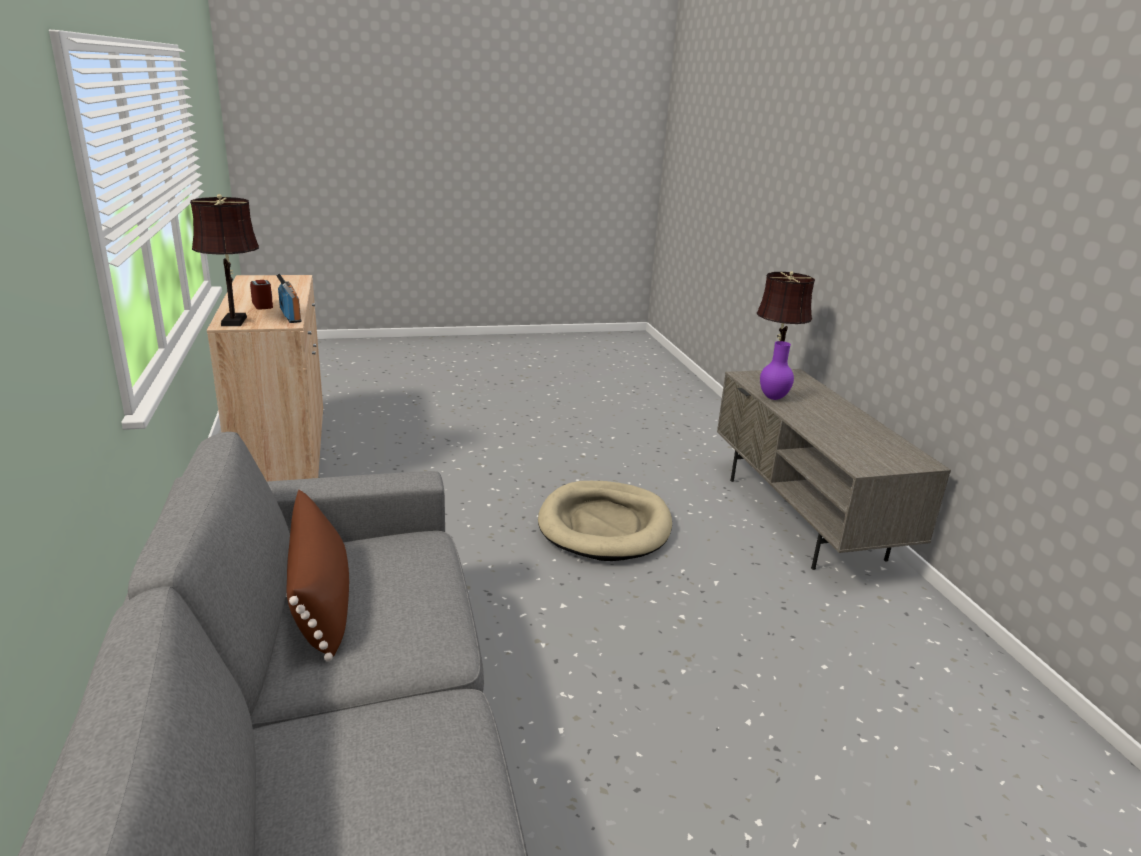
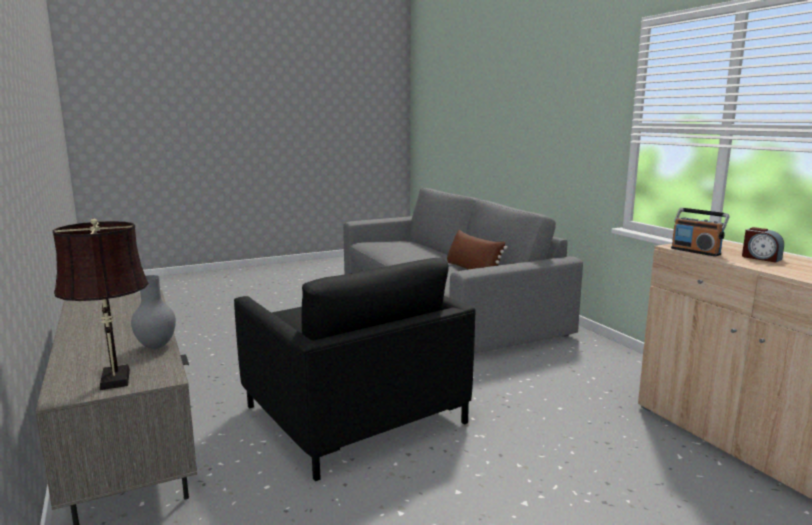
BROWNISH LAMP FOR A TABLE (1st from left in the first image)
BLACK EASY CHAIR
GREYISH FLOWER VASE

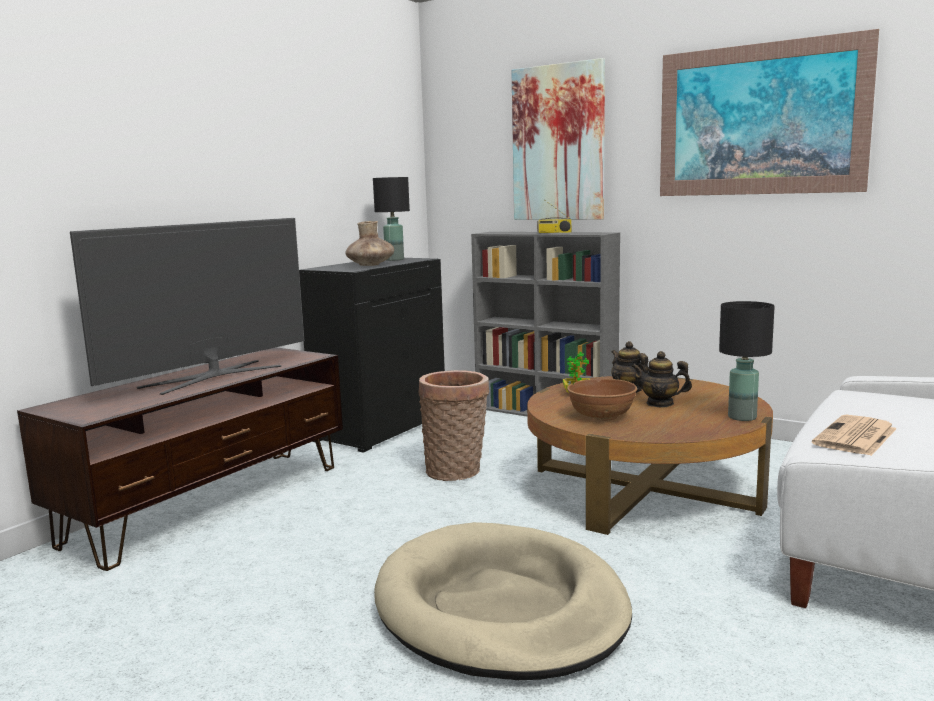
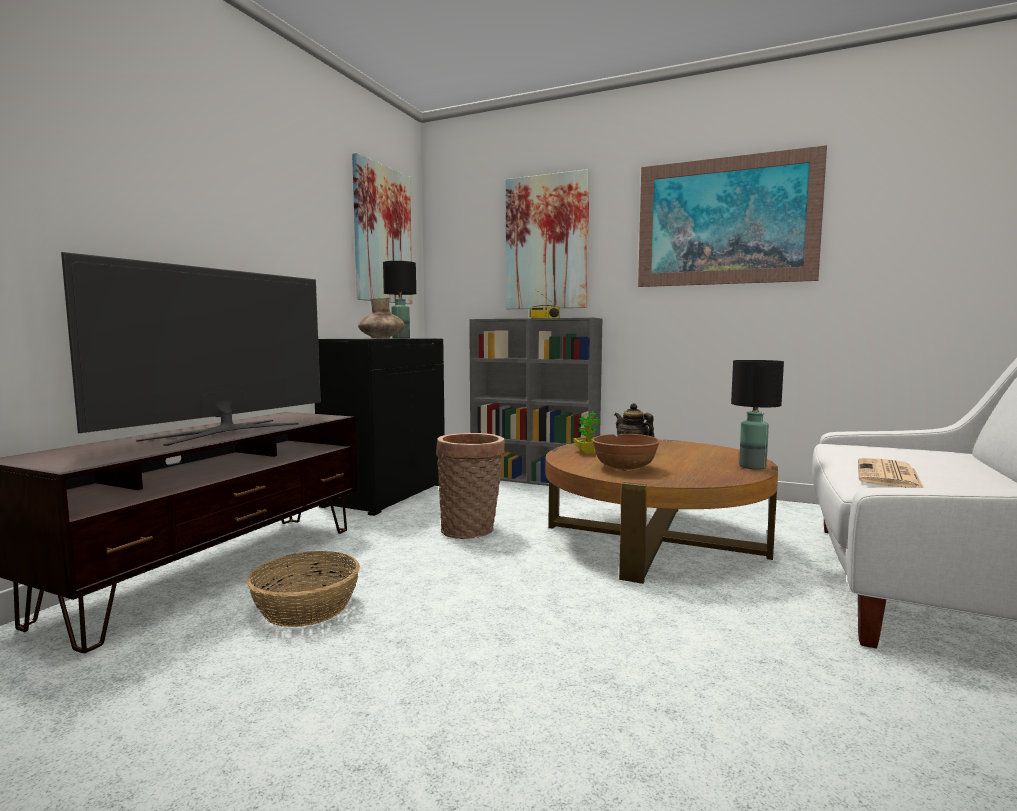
BEIGE-COLOURED DOG BED
TEAPOT (2nd from left in the first image)
STORAGE BASKET (1st from left)
WALL PICTURE (1st from left)

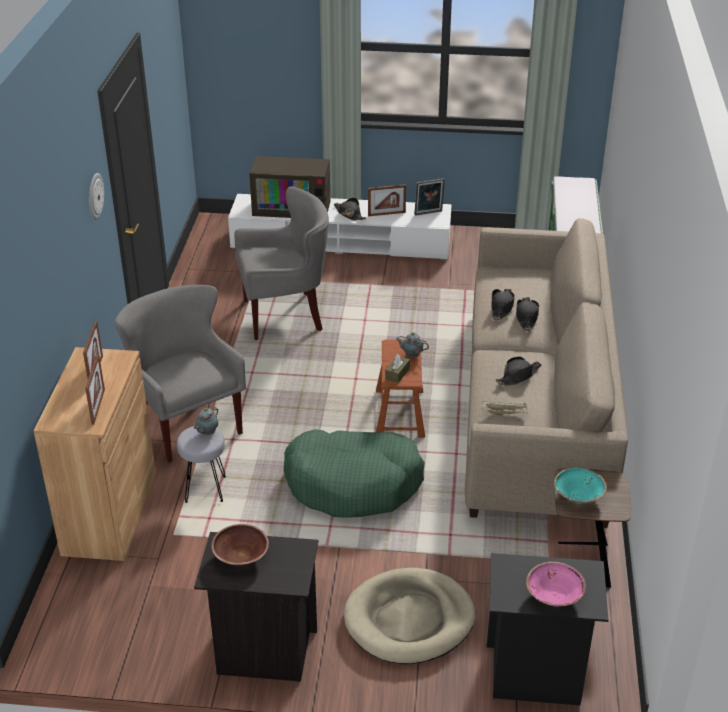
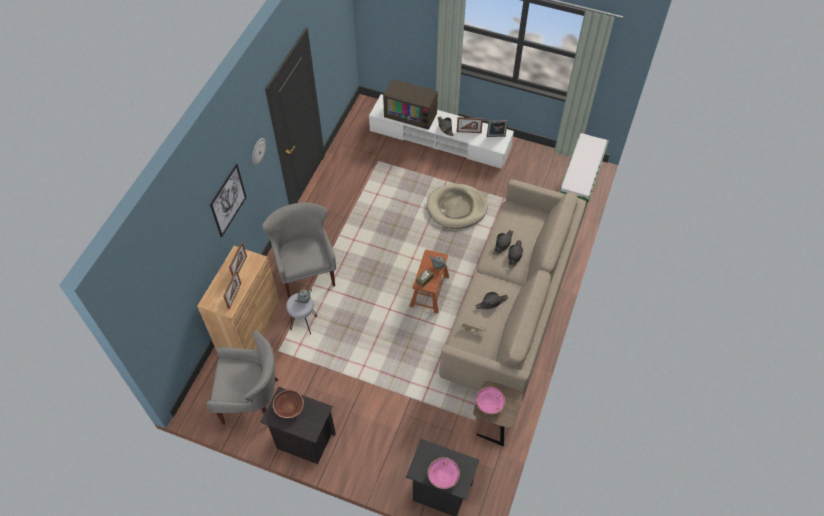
GREEN DOG BED
WALL PICTURE
GREYISH EASY CHAIR (1st from left)
BEIGE-COLOURED DOG BED
PINK SERVING BOWL (2nd from left)

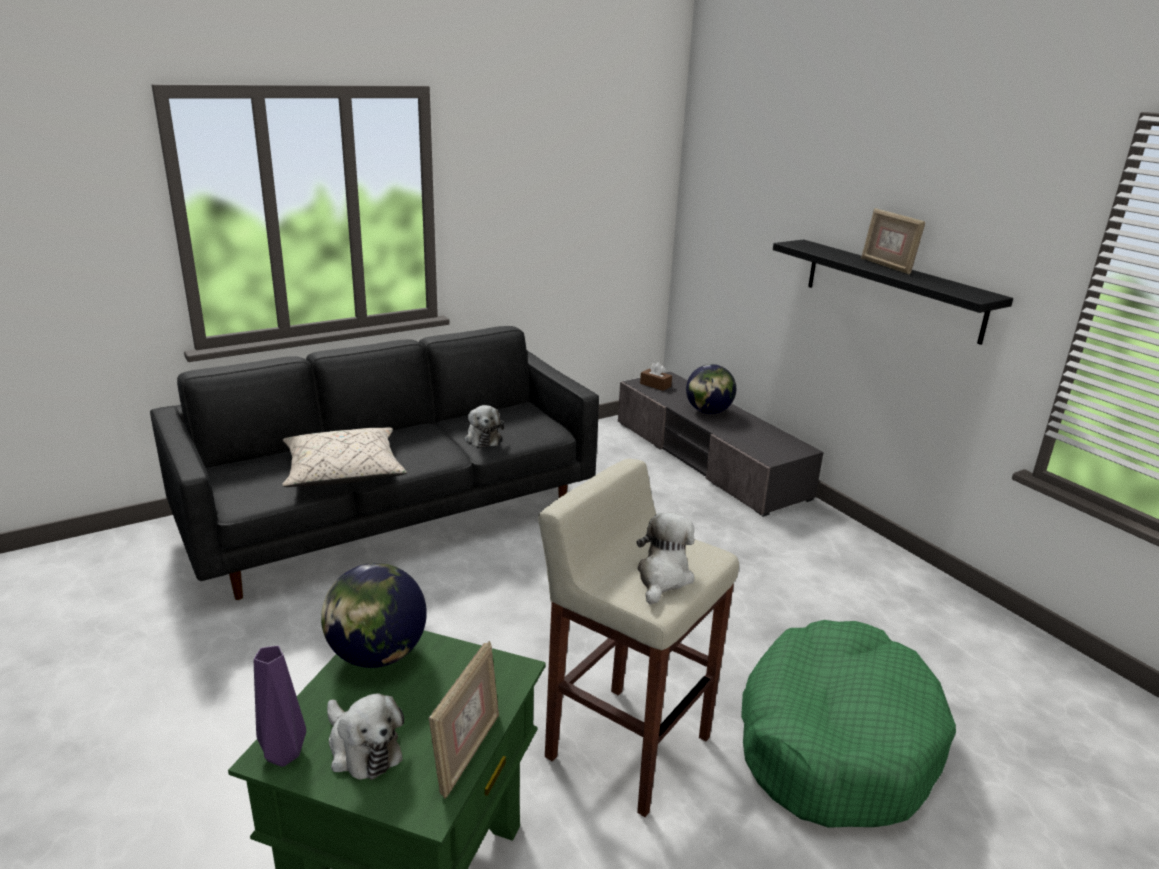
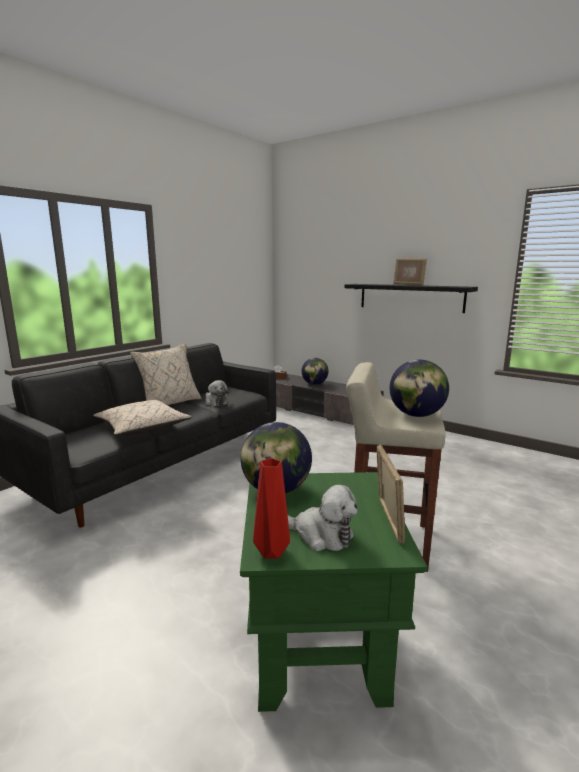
GREEN DOG BED
BEIGE-COLOURED CUSHION (2nd from left)
GLOBE (3rd from left)
RED-COLOURED FLOWER VASE

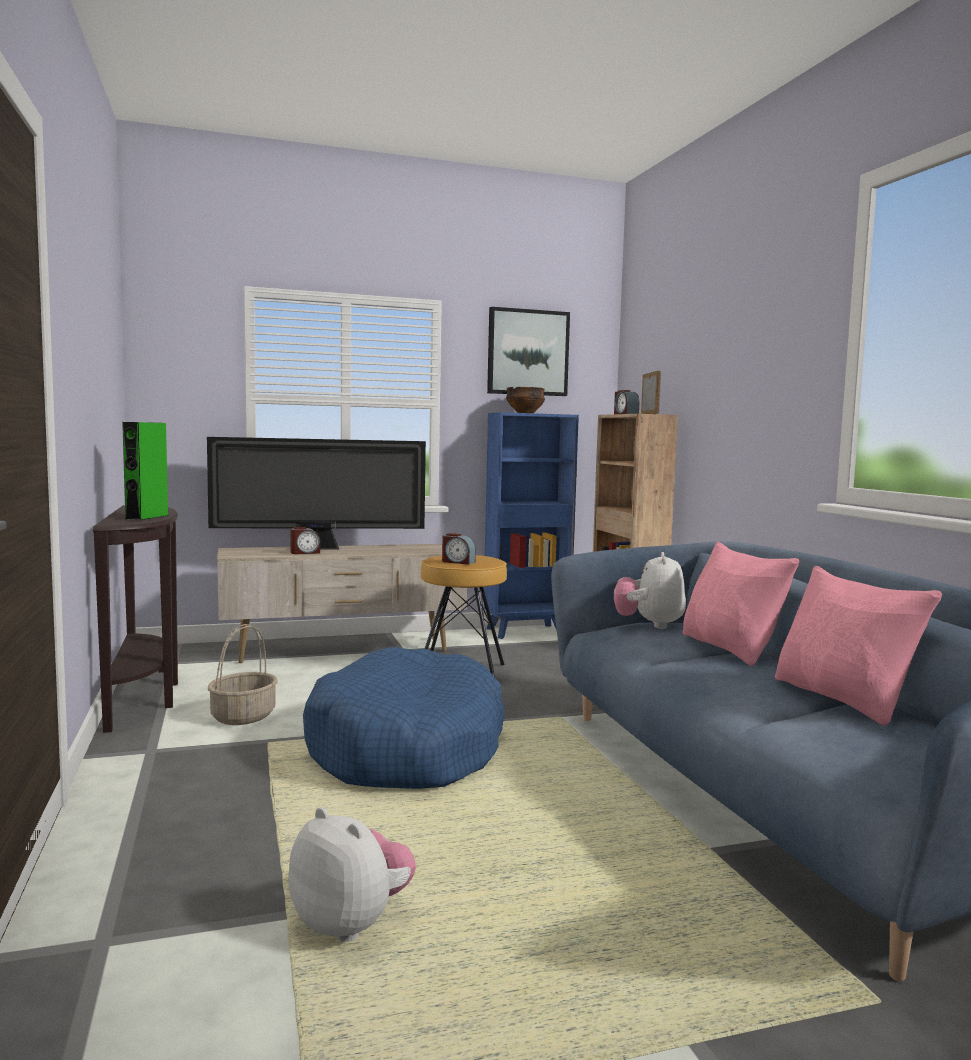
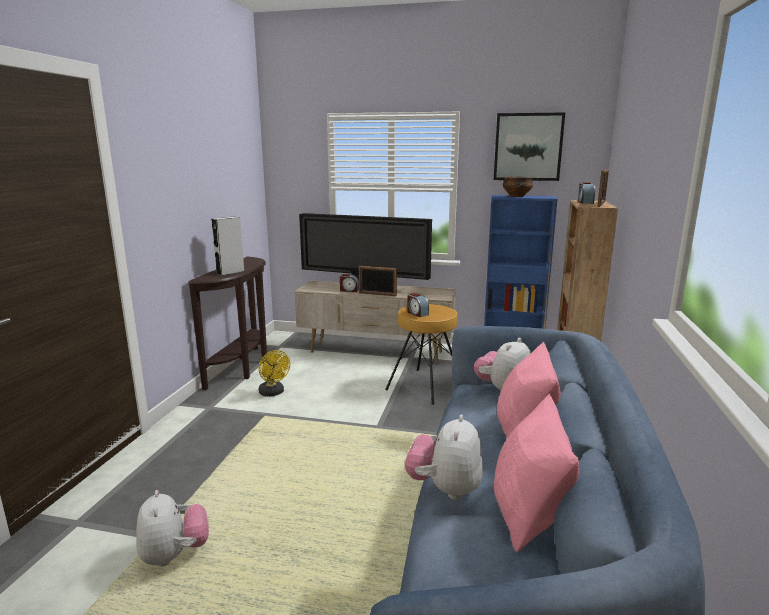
BLUE DOG BED
PICTURE FRAME (1st from left)
CUDDLY TOY (2nd from left)
YELLOW-COLOURED FAN
GREYISH AUDIO SPEAKER

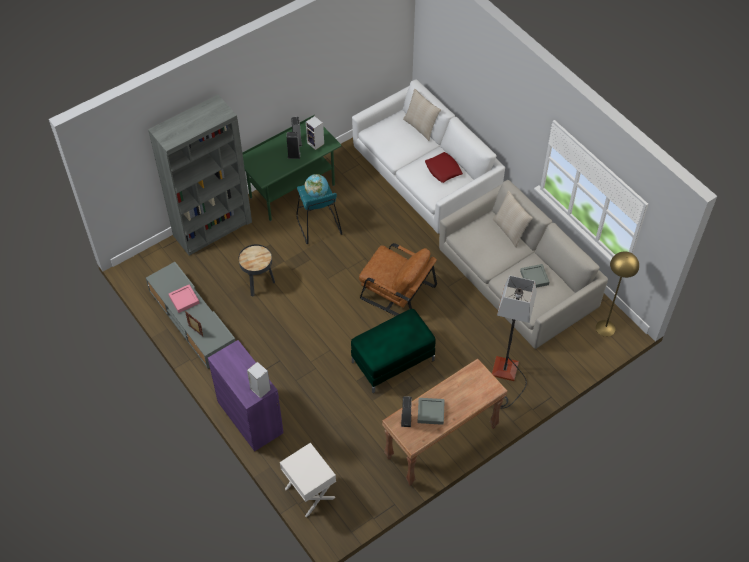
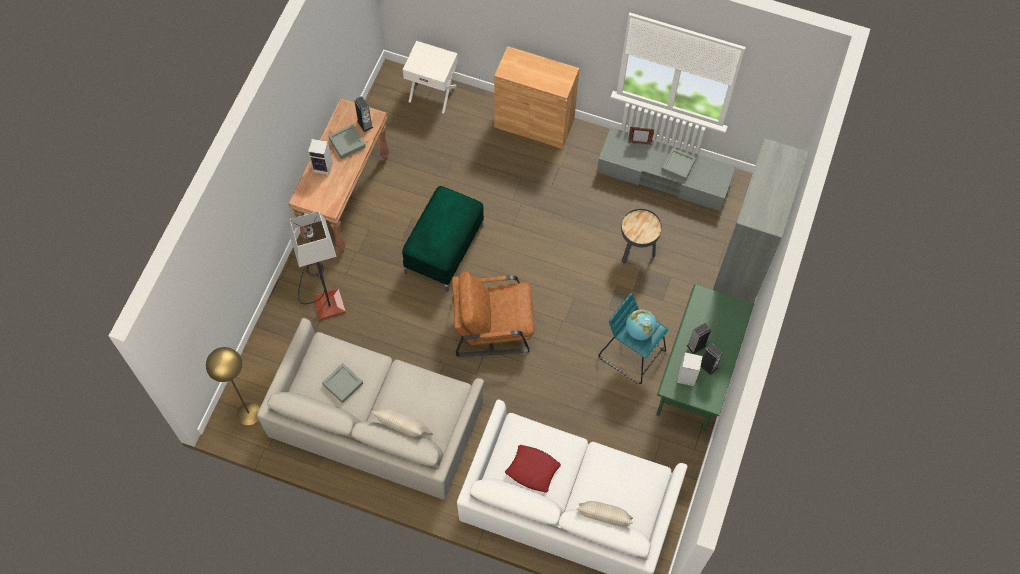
AUDIO SPEAKER (1st from left)
GREYISH SERVING TRAY (3rd from left)
BROWNISH CABINET

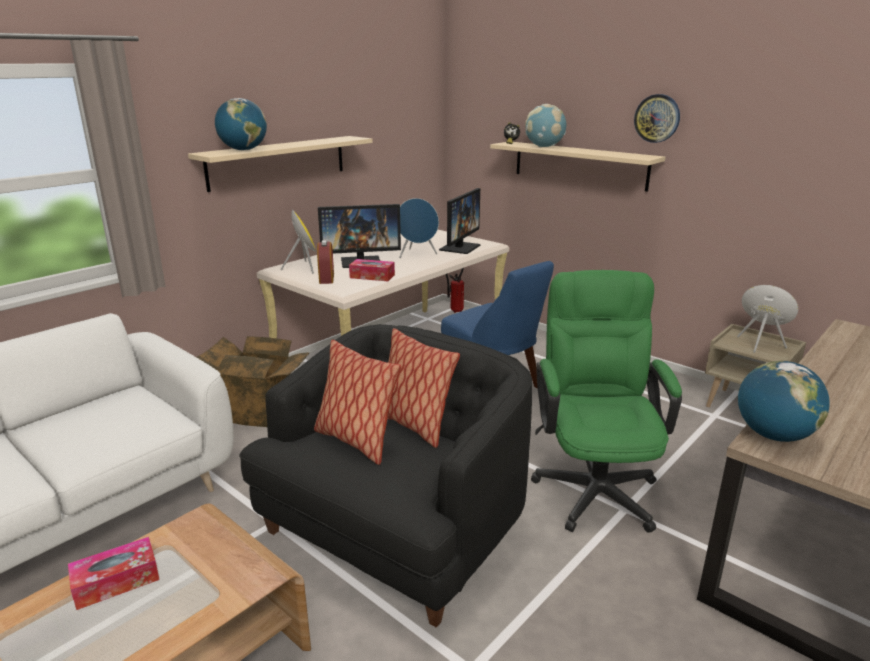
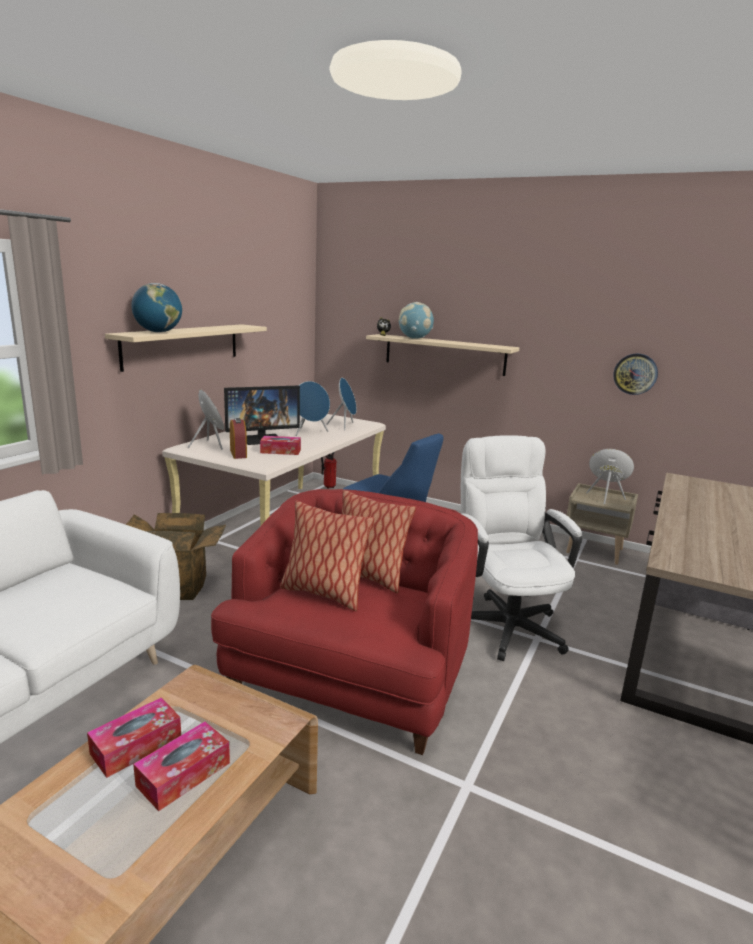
GLOBE (3rd from left in the first image)
TISSUE HOLDER (2nd from left)
HANGING CLOCK
BLUE AUDIO SPEAKER (2nd from left)
RED-COLOURED EASY CHAIR
WHITISH DESK CHAIR

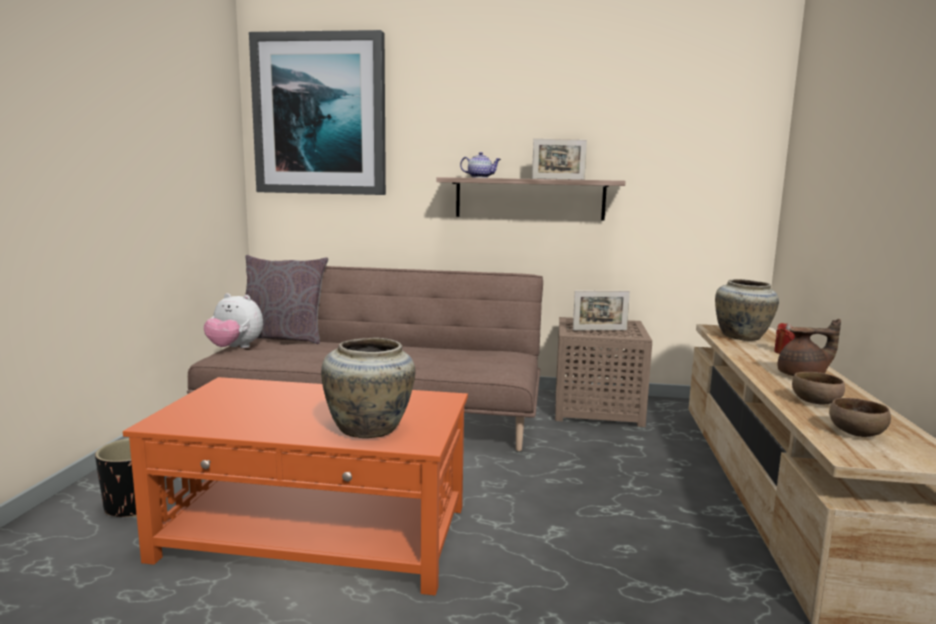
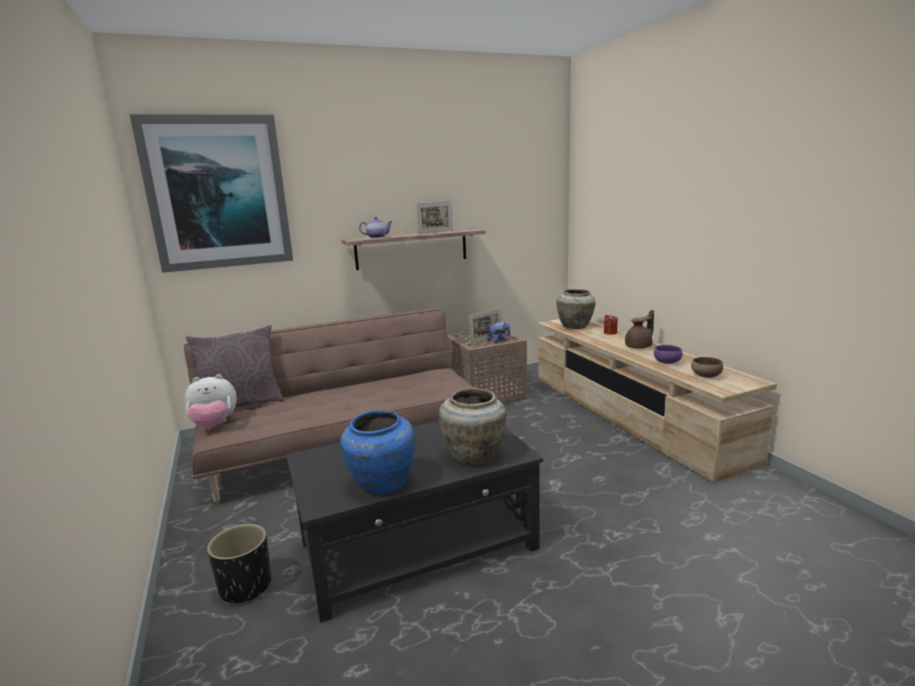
BLUE FLOWER VASE
CUDDLY TOY (2nd from left)
BLACK COFFEE TABLE
PURPLE SERVING BOWL

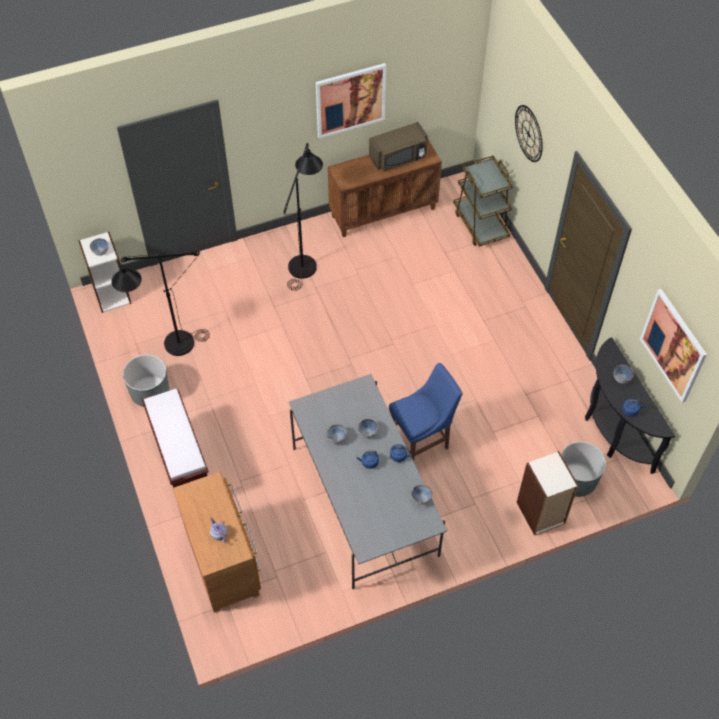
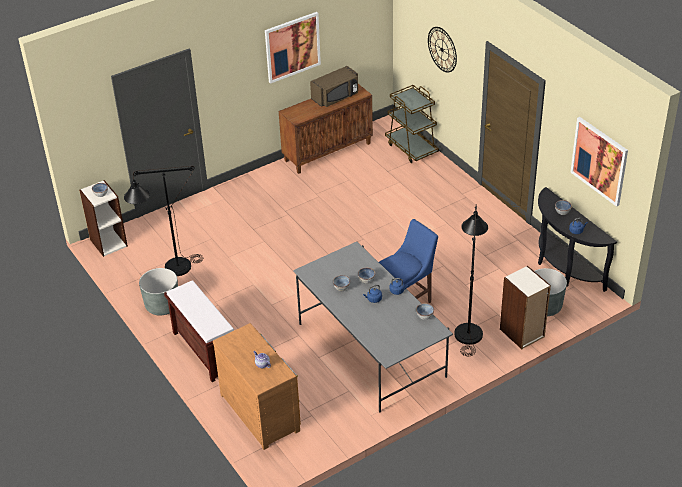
BLACK FLOOR LAMP (2nd from left)

